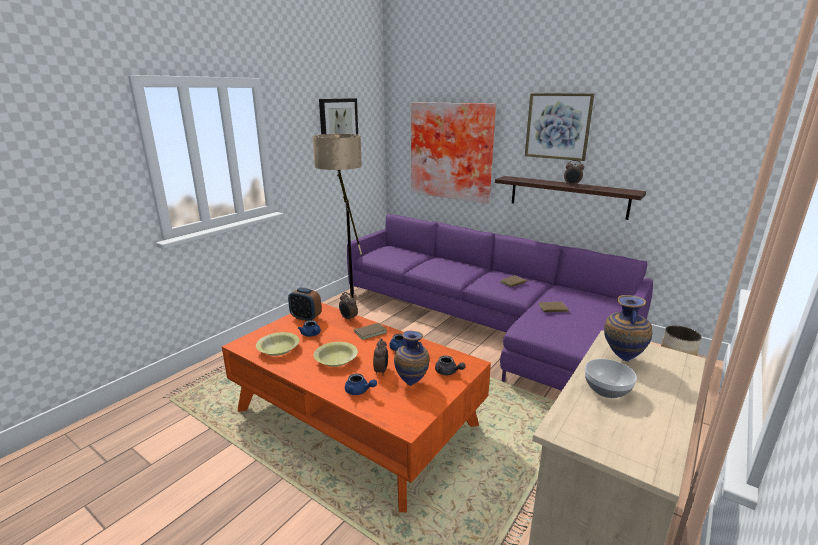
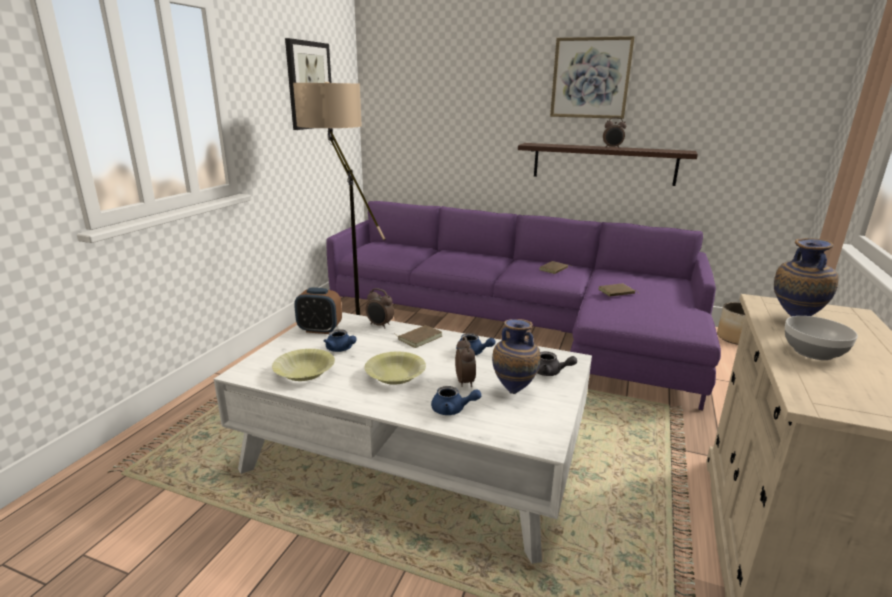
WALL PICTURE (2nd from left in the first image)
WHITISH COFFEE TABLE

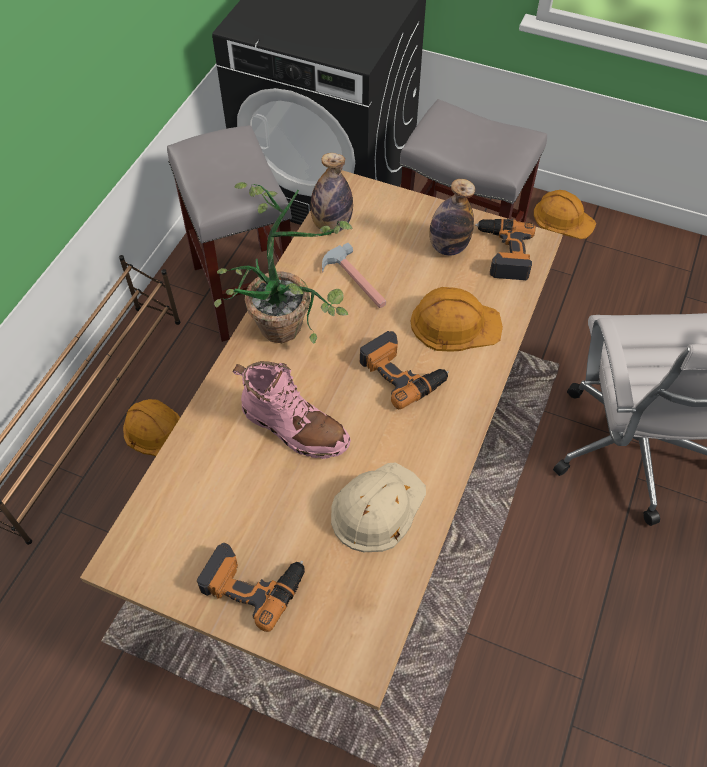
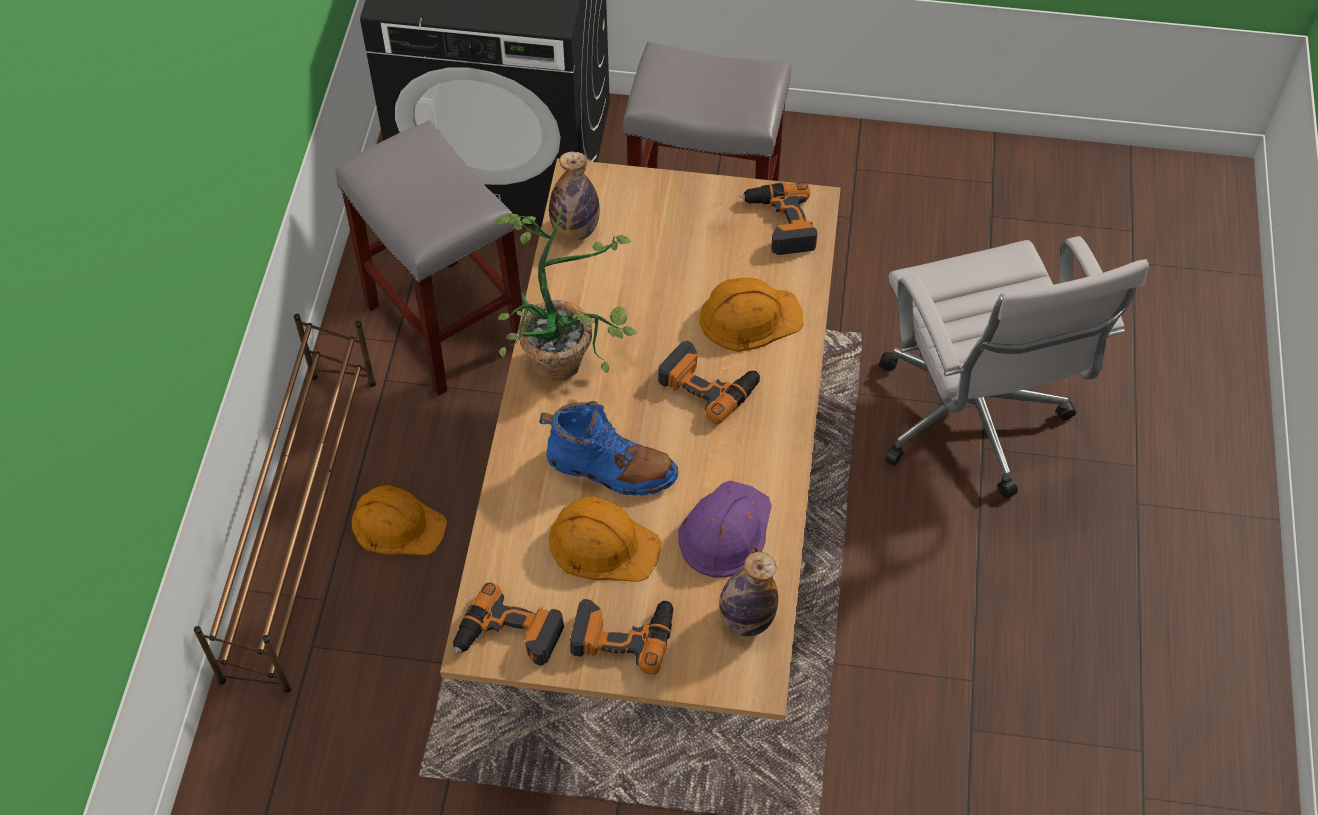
HAND HAMMER
DRILL (1st from left)
DRINK BOTTLE (2nd from left)
ORANGE-COLOURED HARD HAT (2nd from left)
BLUE TALL BOOT
PURPLE HARD HAT

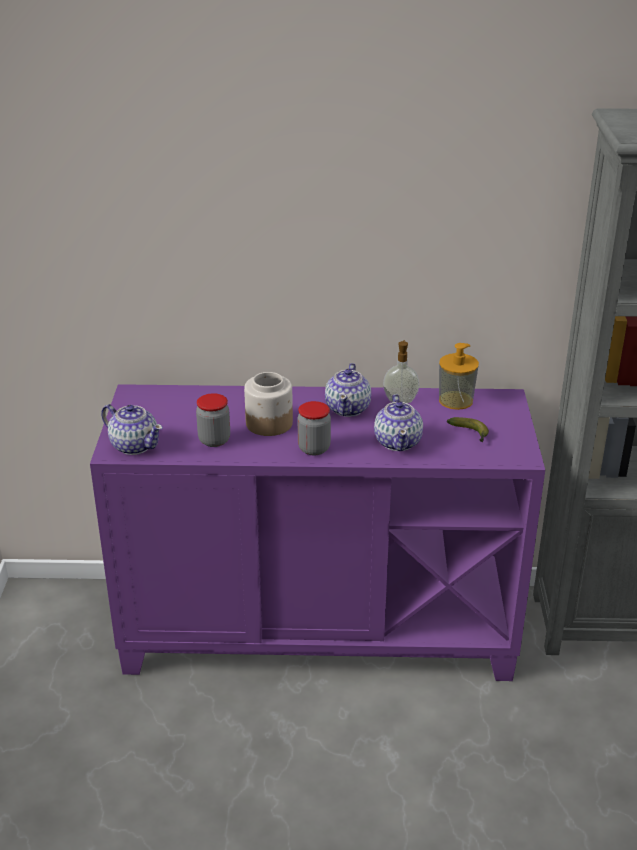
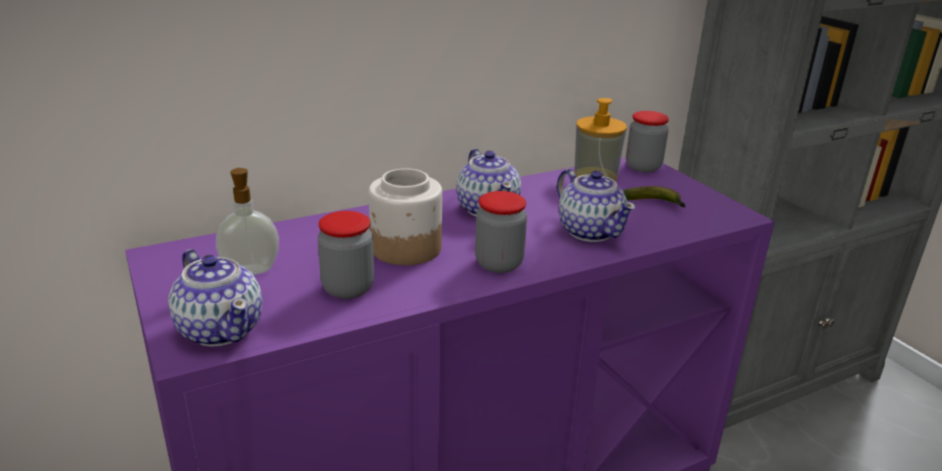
PRESERVE JAR (4th from left)
LIQUID SOAP BOTTLE (1st from left)
TEAPOT (1st from left)

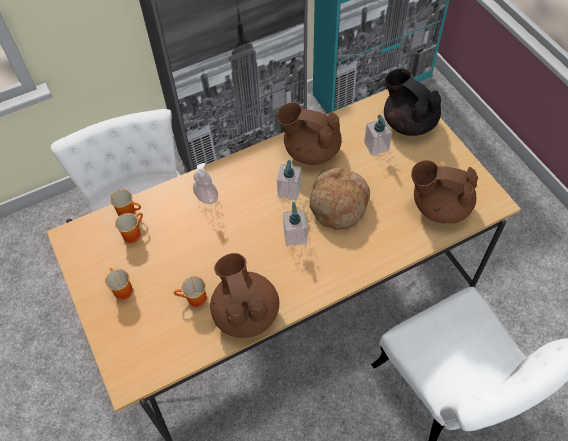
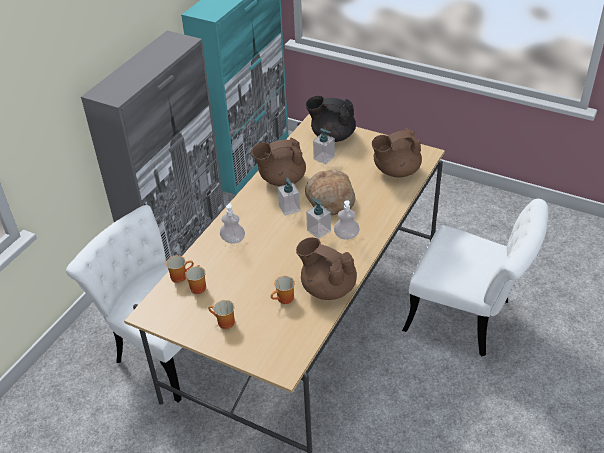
LIQUID SOAP BOTTLE (5th from left)

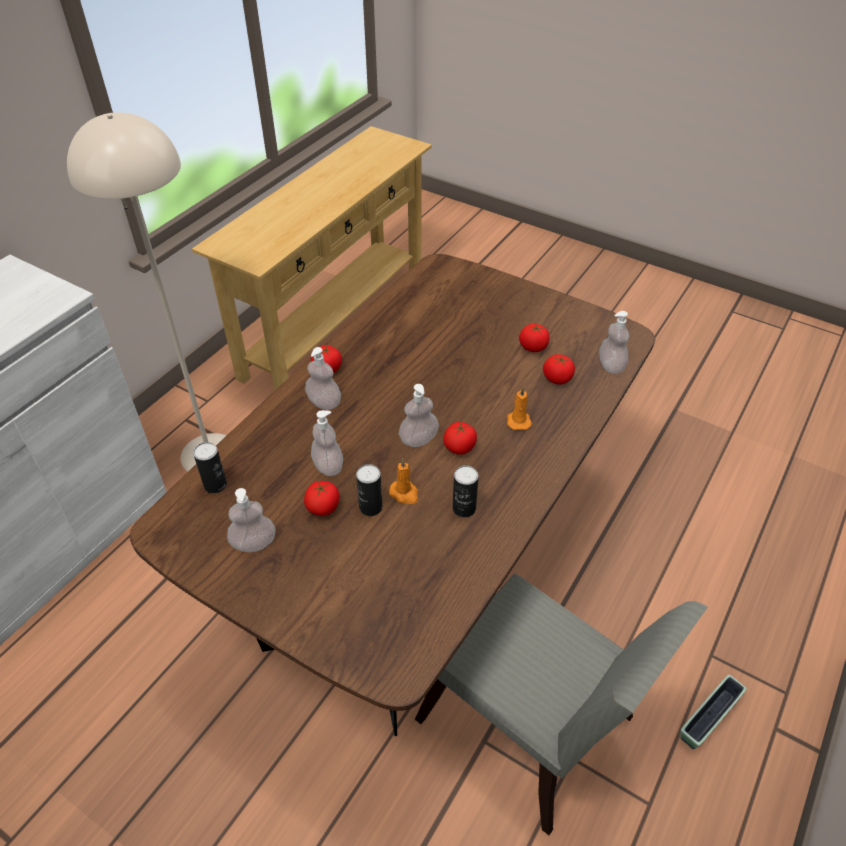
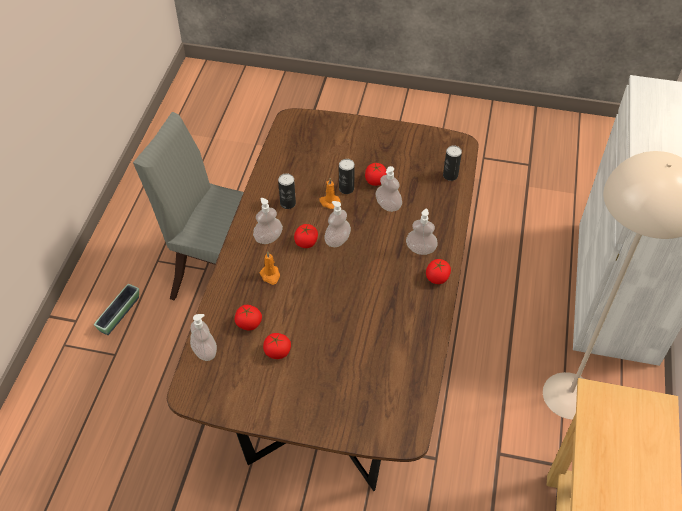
LIQUID SOAP BOTTLE (2nd from left)

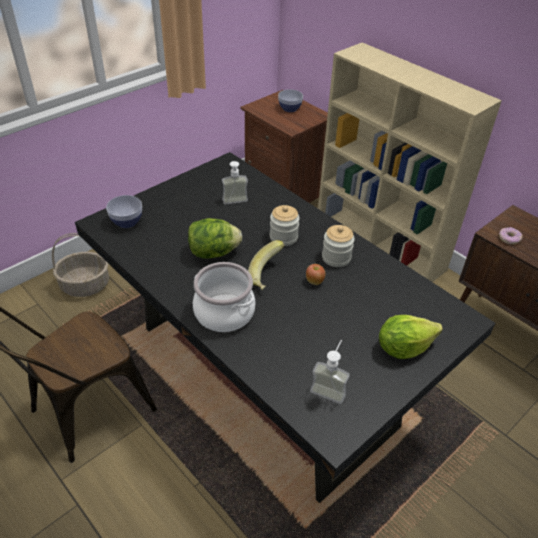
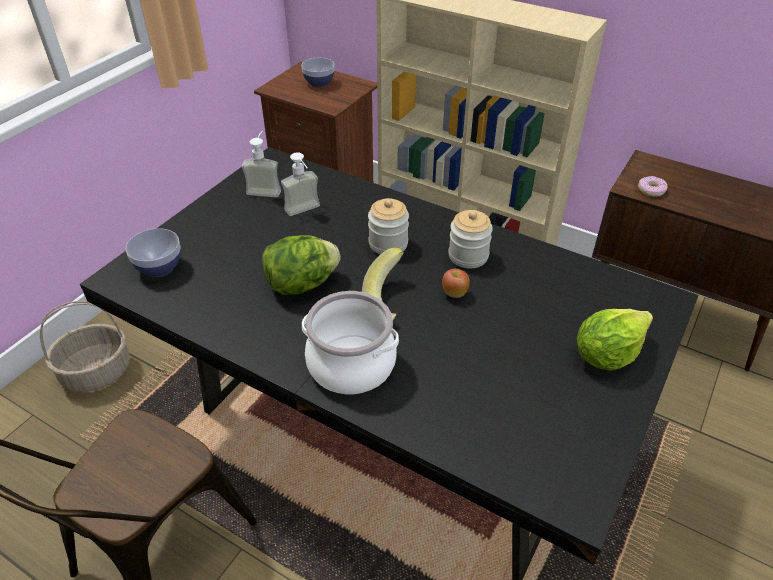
LIQUID SOAP BOTTLE (1st from left)

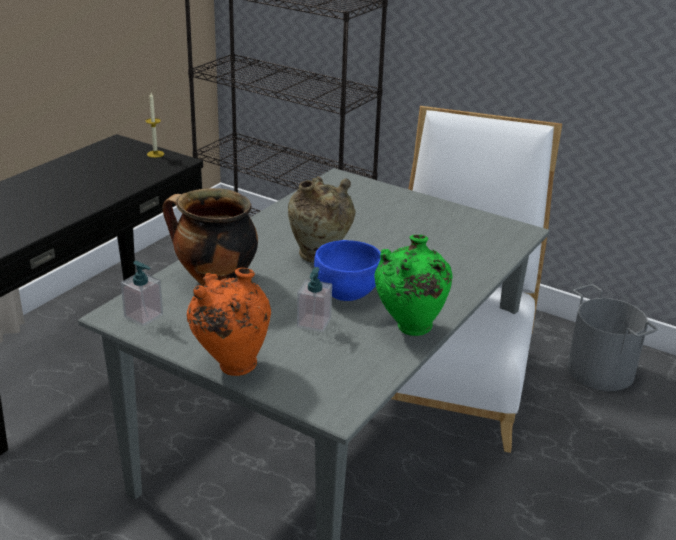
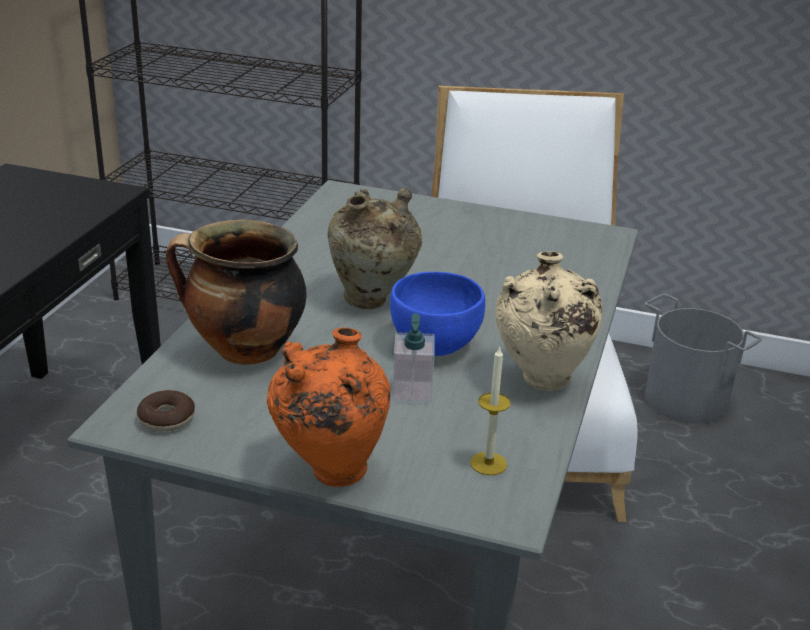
WAX CANDLE
RING DOUGHNUT
BEIGE-COLOURED FLOWER VASE (2nd from left)

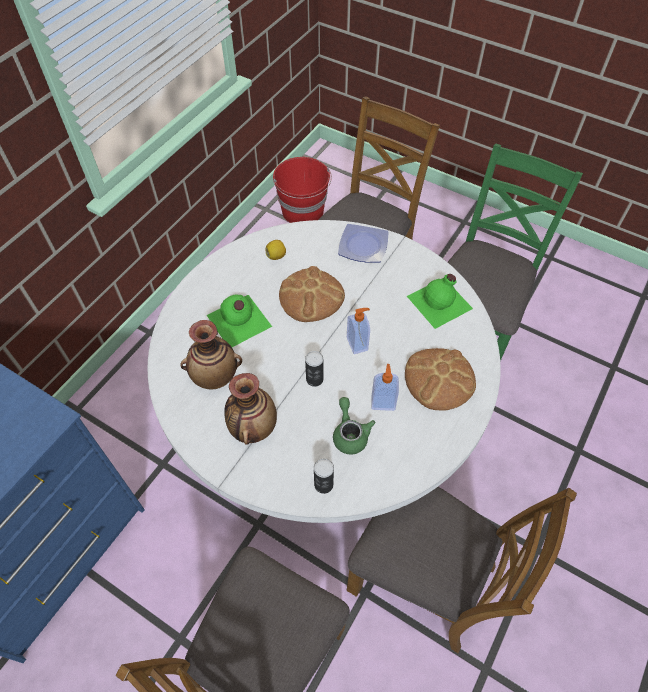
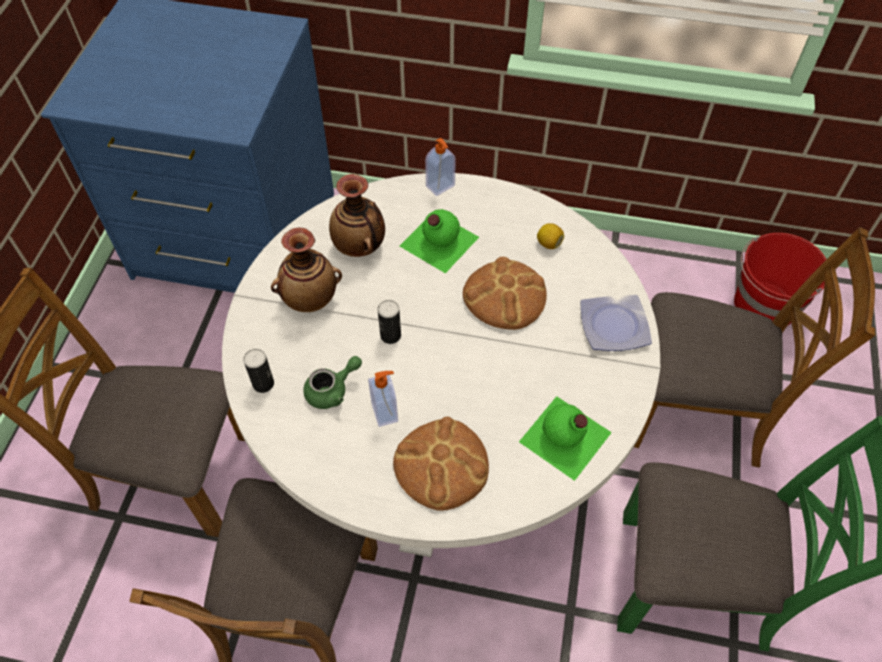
LIQUID SOAP BOTTLE (2nd from left)

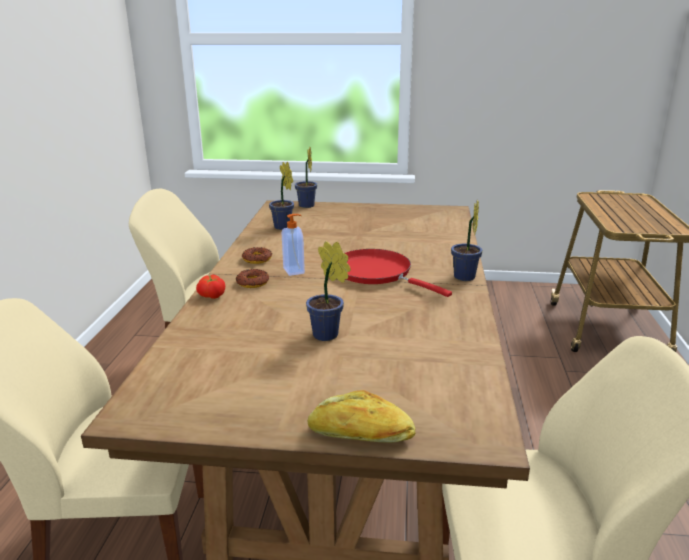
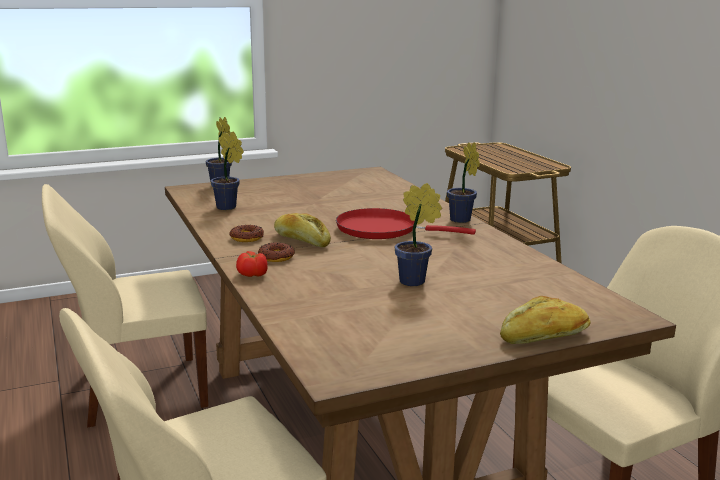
BAKERY BREAD (1st from left)

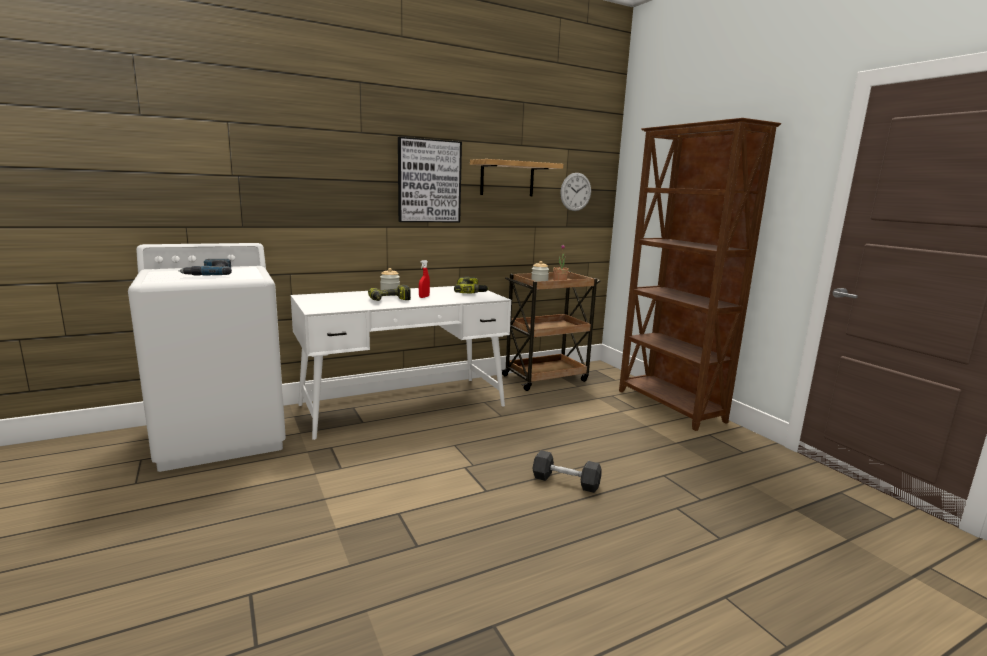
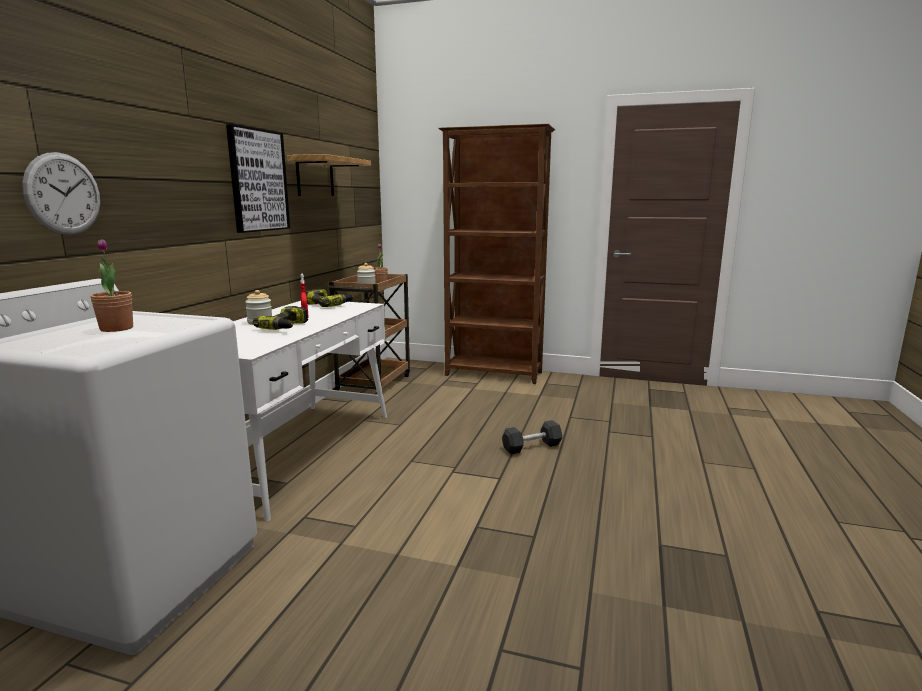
HANGING CLOCK
POTTED PLANT (1st from left)

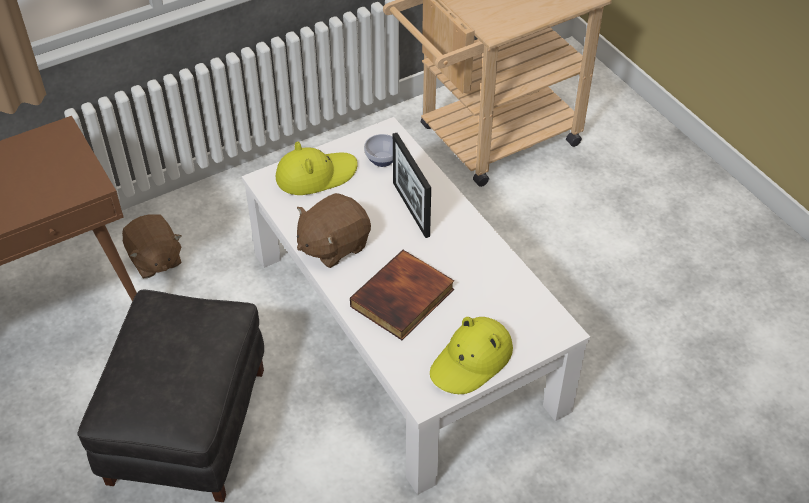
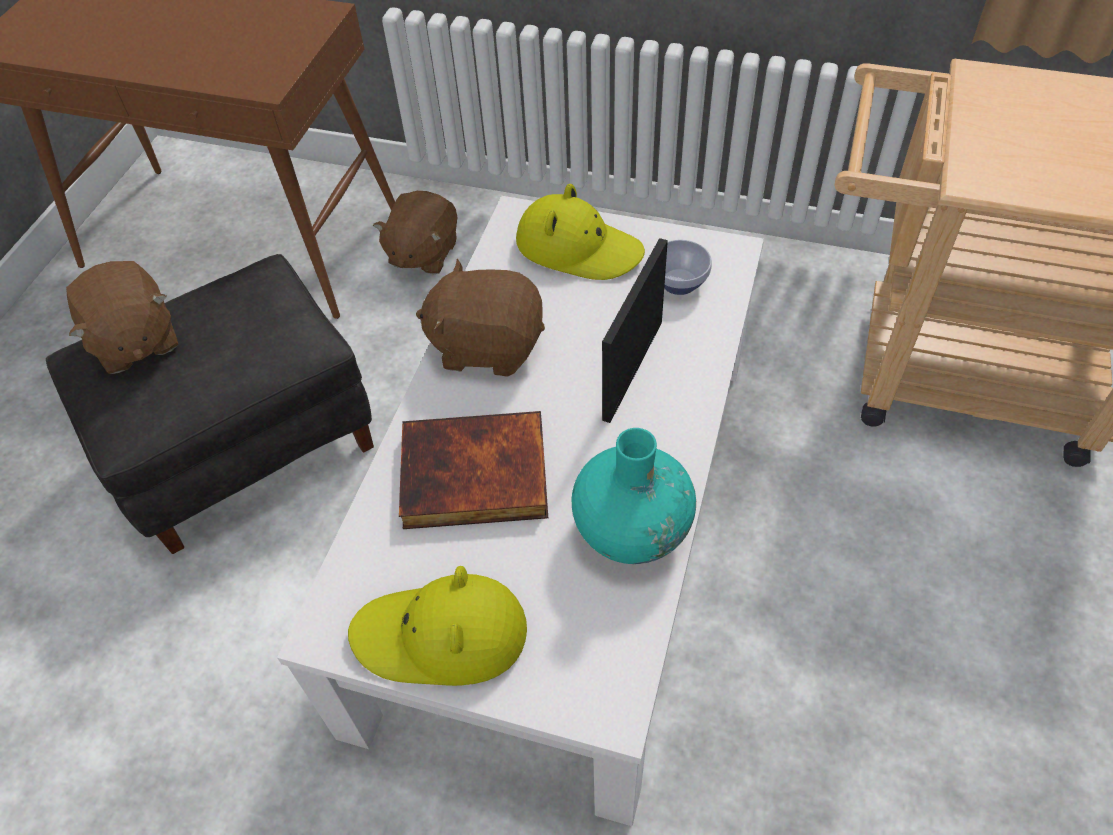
BROWNISH CUDDLY TOY (1st from left)
BLUE-GREEN FLOWER VASE

